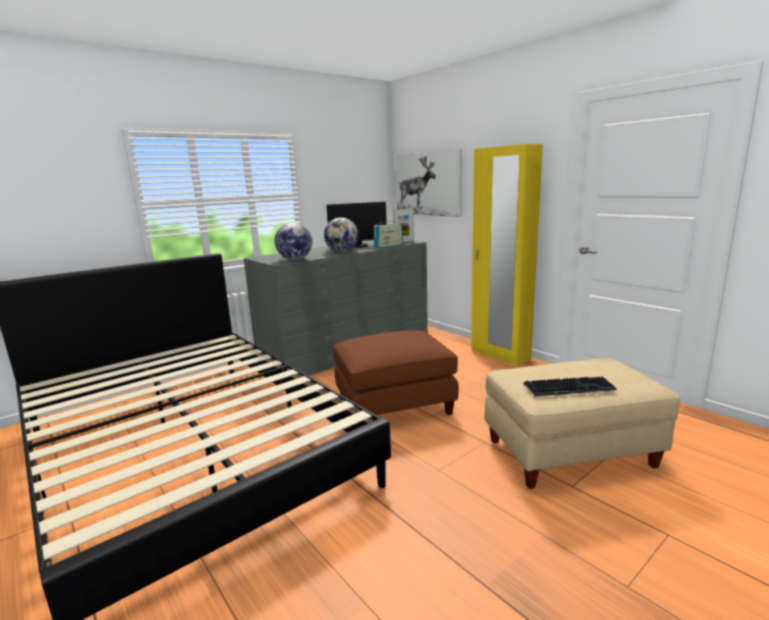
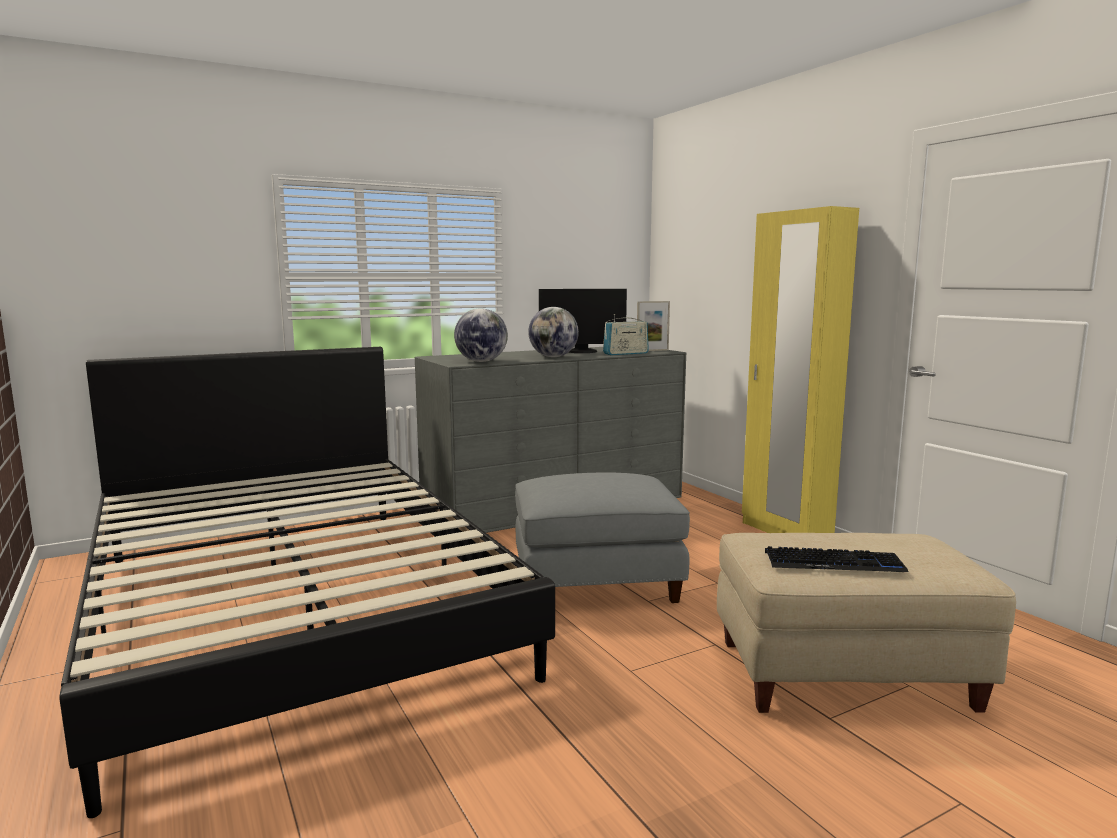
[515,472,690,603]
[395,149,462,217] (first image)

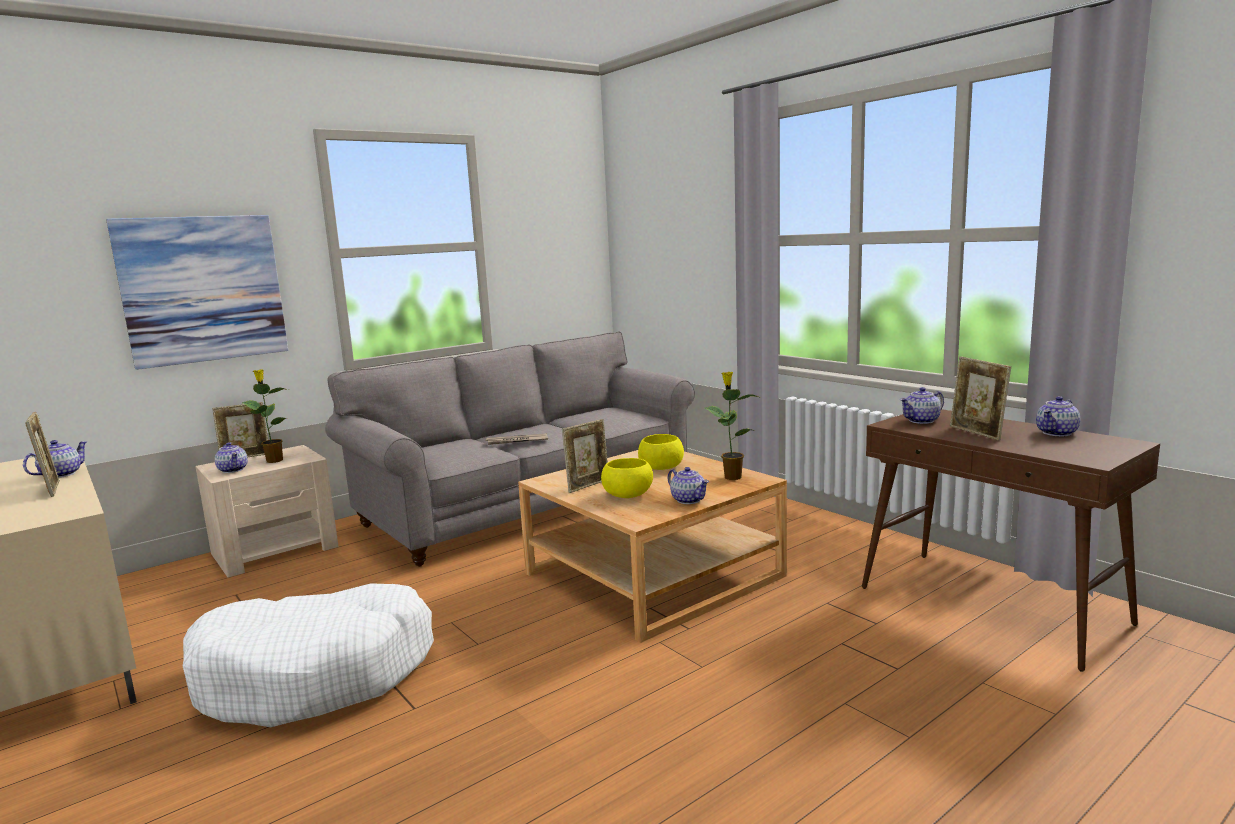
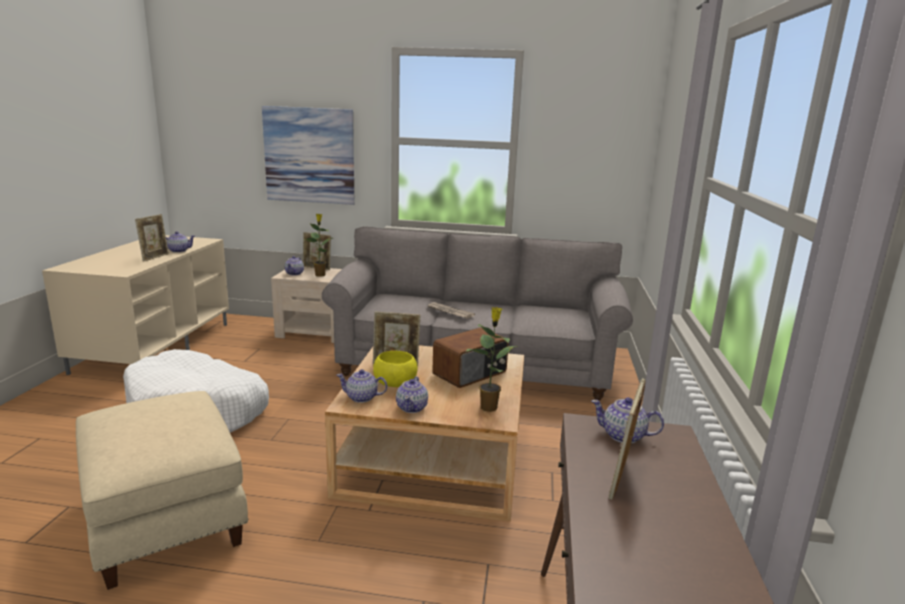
[432,328,509,388]
[336,369,387,403]
[76,391,248,590]

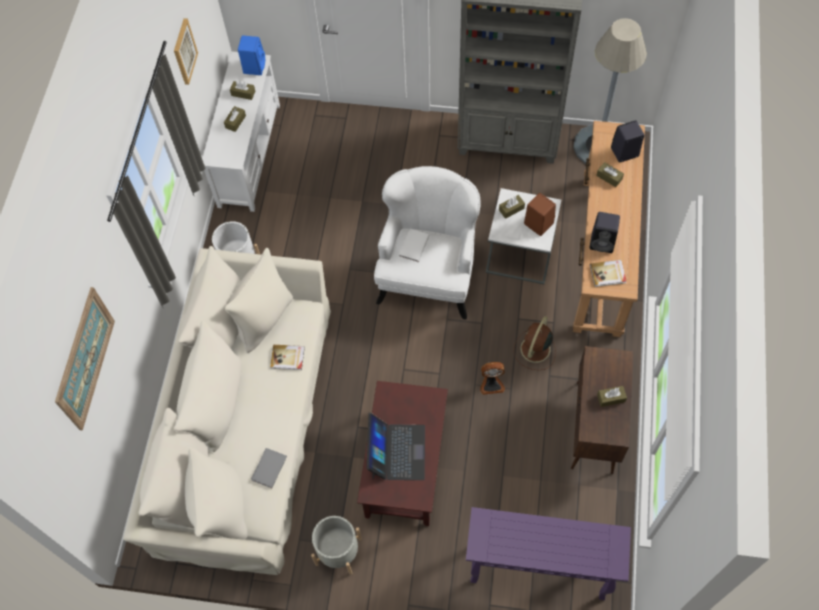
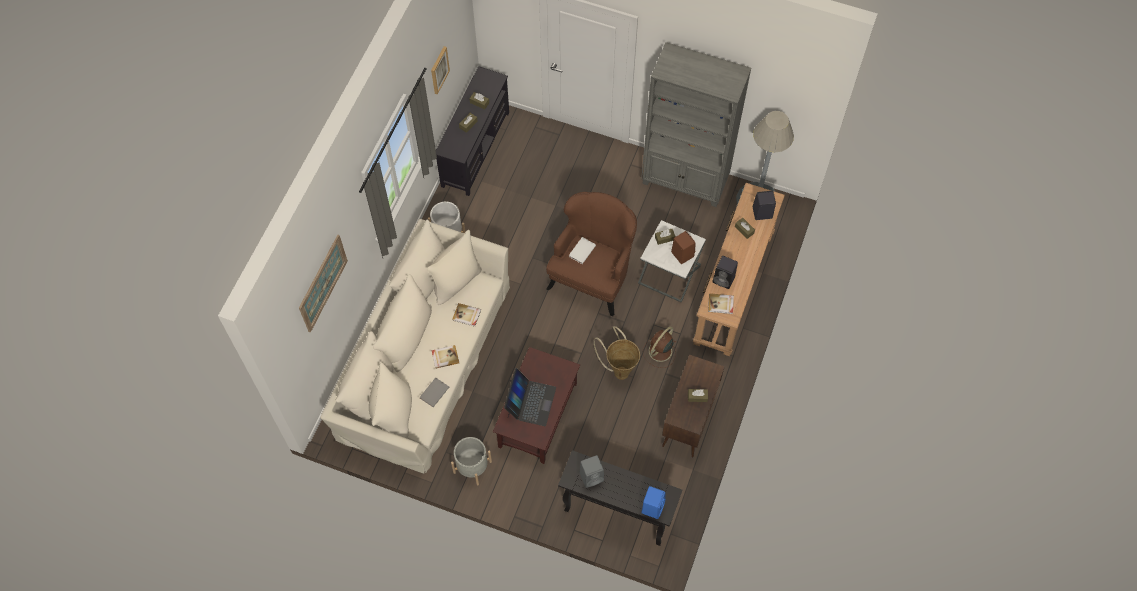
[436,66,509,196]
[641,486,666,519]
[546,192,637,316]
[558,450,682,546]
[594,326,640,380]
[431,345,459,369]
[580,455,604,488]

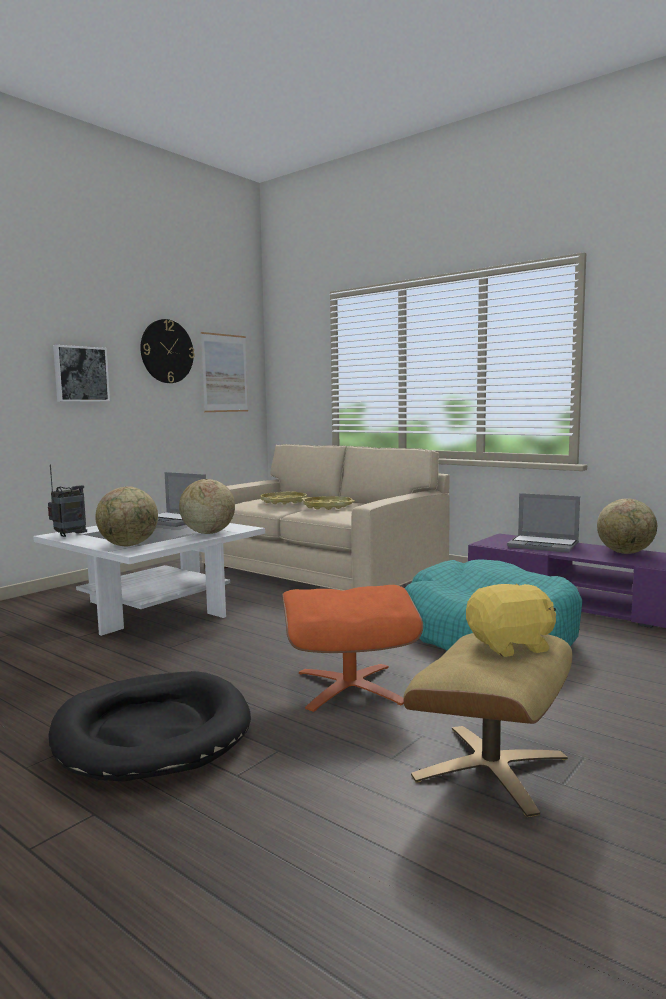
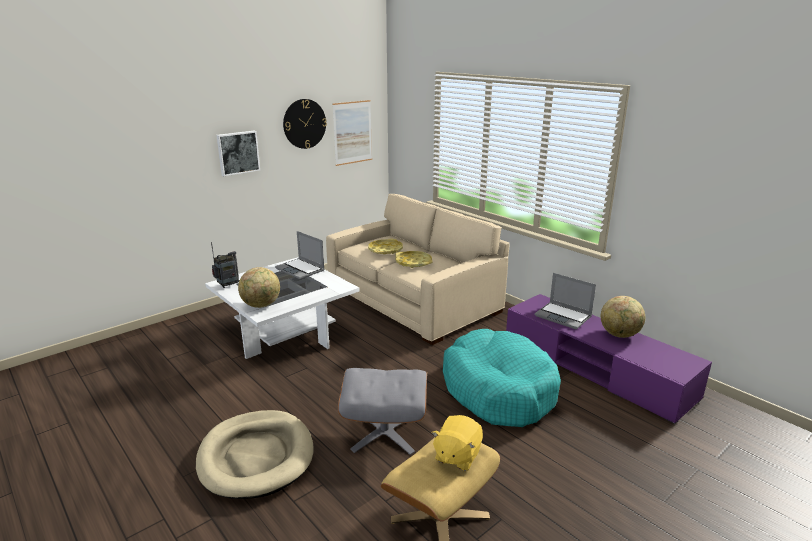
[196,410,313,499]
[179,479,235,534] (first image)
[338,368,427,455]
[431,415,483,471]

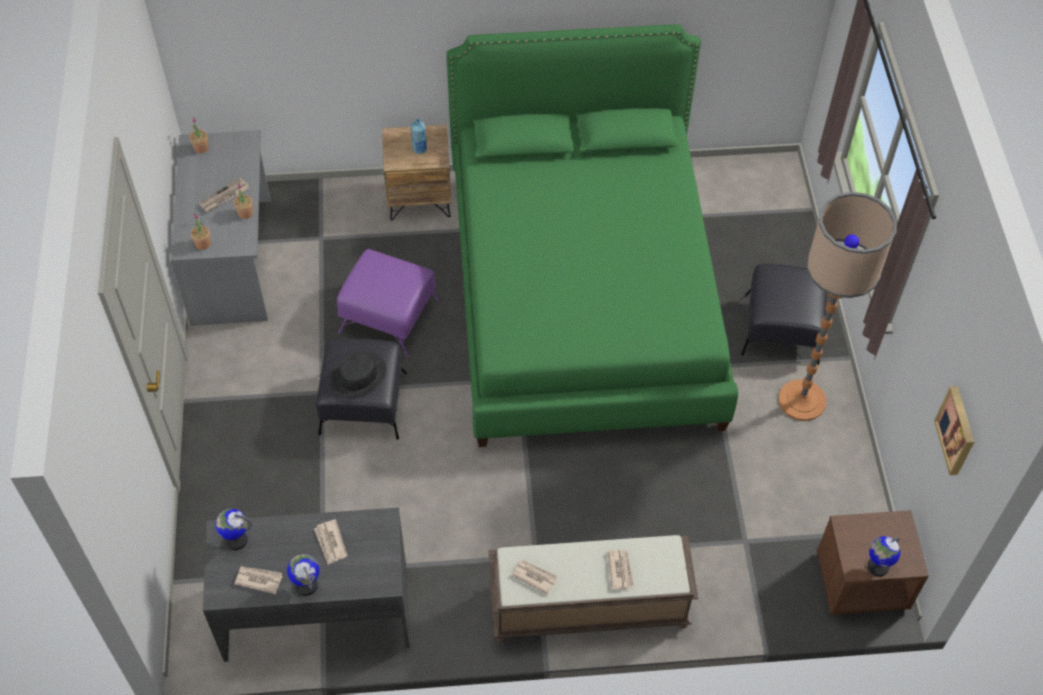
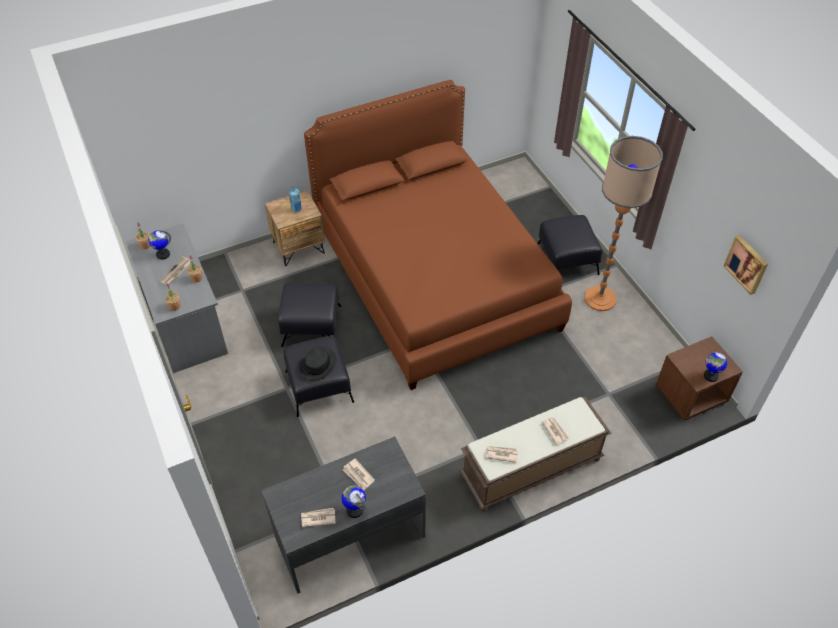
[148,230,171,260]
[278,283,341,347]
[304,80,572,390]

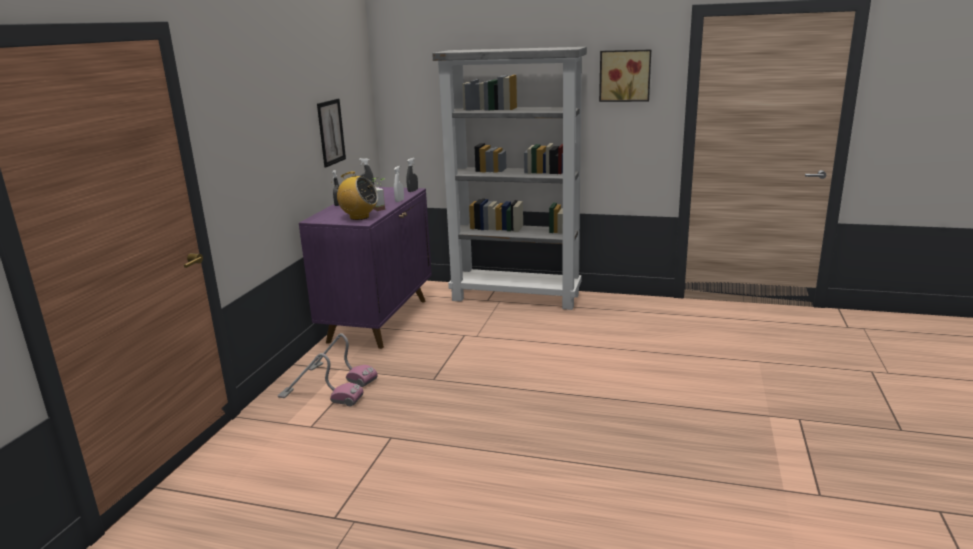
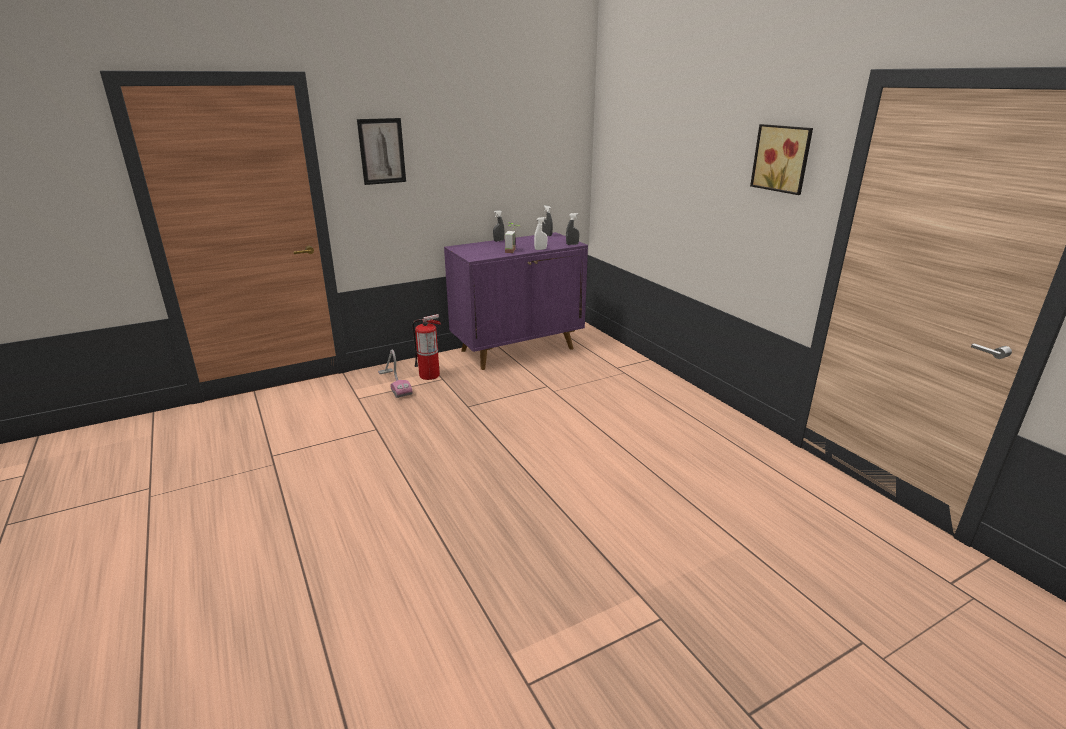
[412,314,441,380]
[357,118,406,185]
[332,172,378,220] (first image)
[432,47,587,310] (first image)

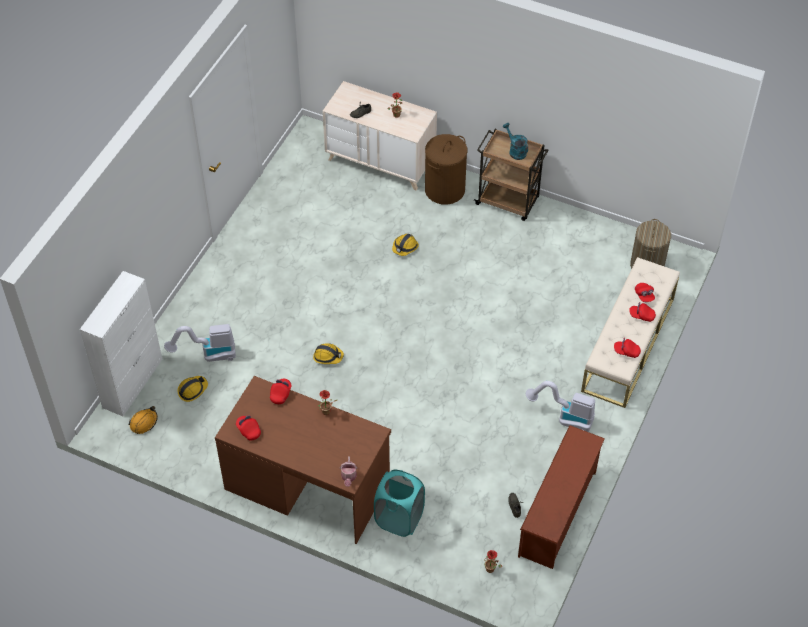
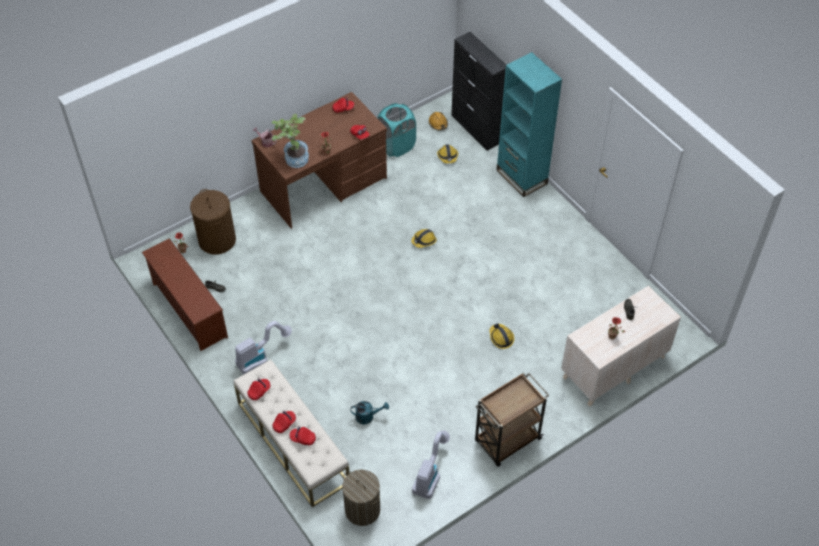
[451,32,506,151]
[412,431,450,499]
[378,103,416,157]
[190,189,236,254]
[350,401,389,424]
[272,114,309,168]
[496,52,562,197]

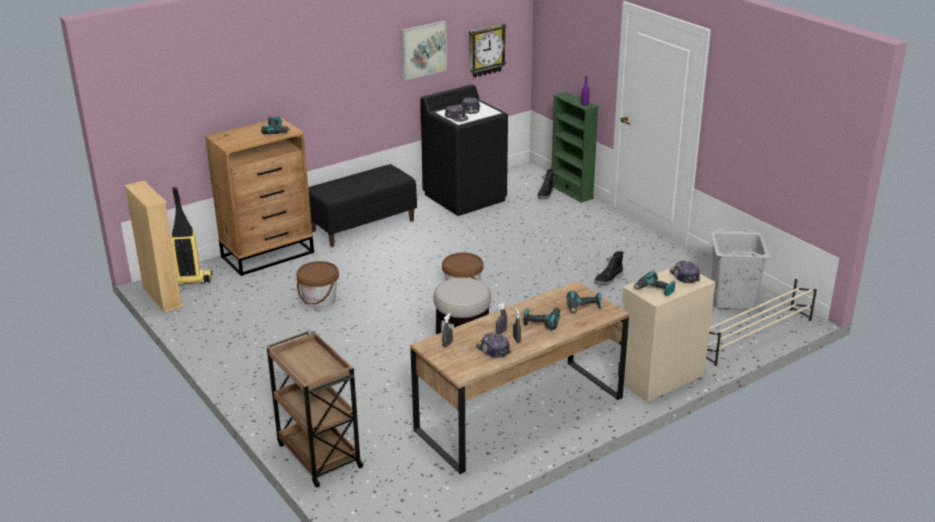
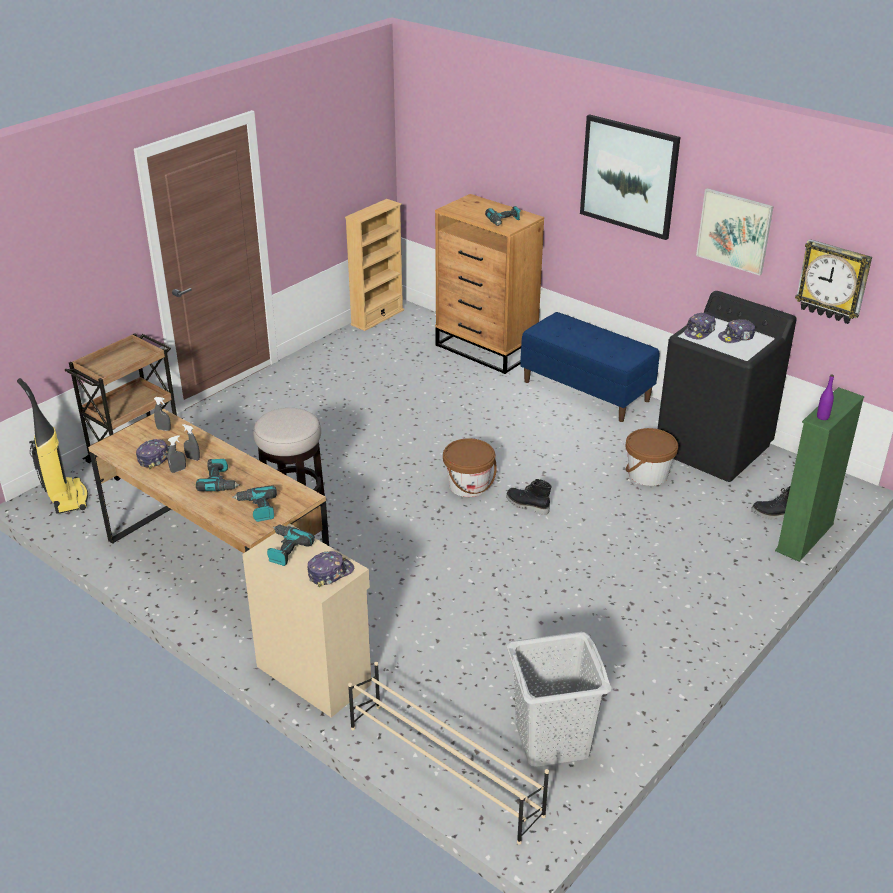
[17,378,88,514]
[625,428,678,486]
[520,312,659,422]
[506,479,552,515]
[580,114,680,240]

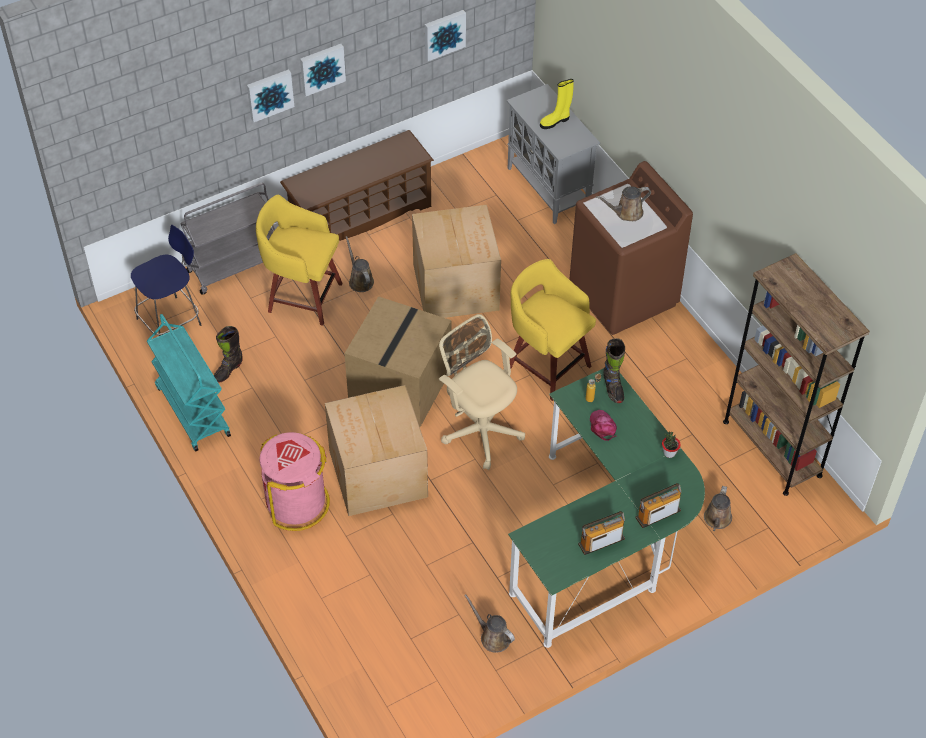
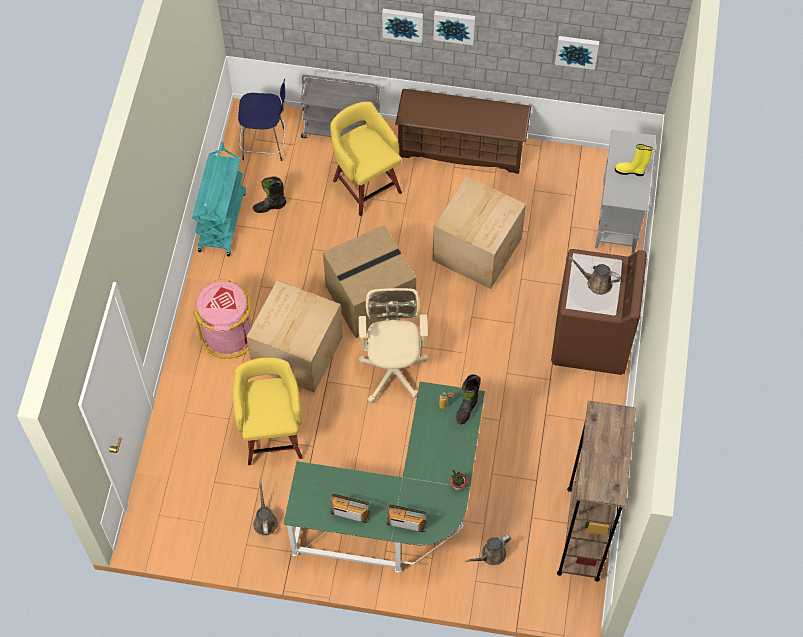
[346,236,374,292] (first image)
[233,358,303,465]
[590,410,617,441] (first image)

